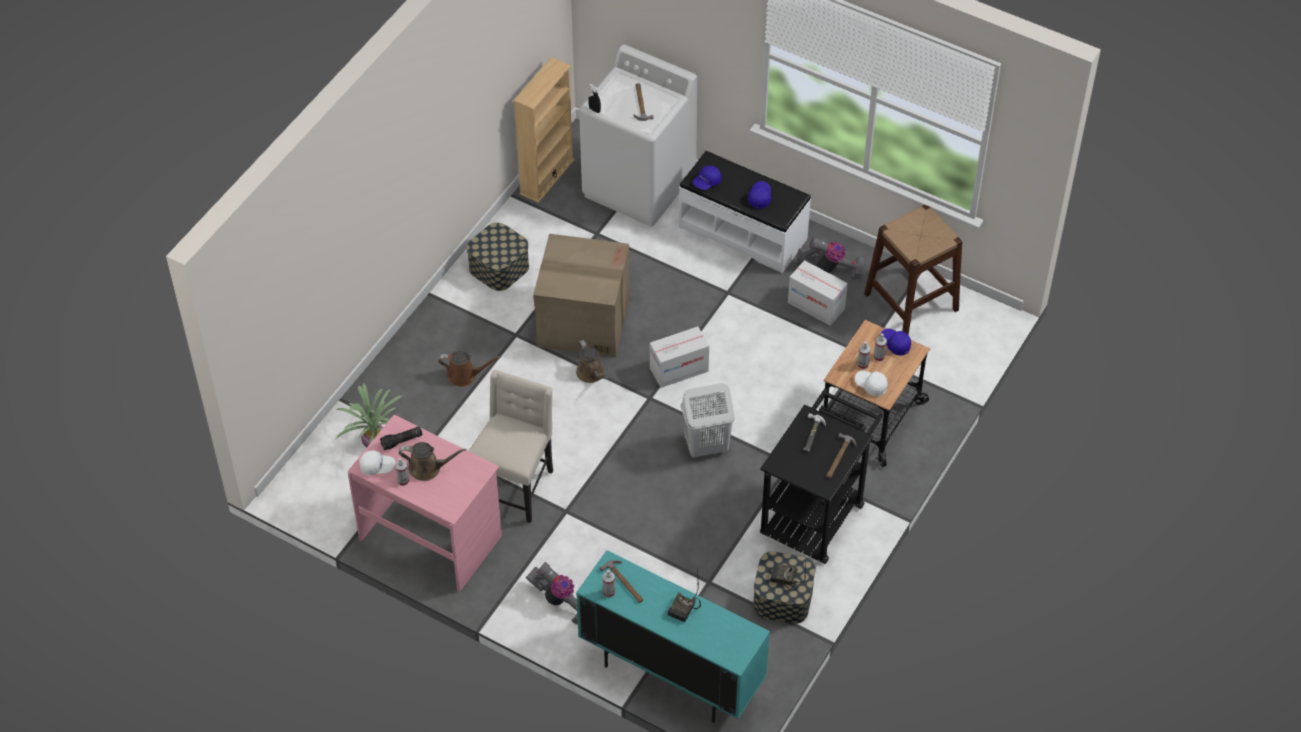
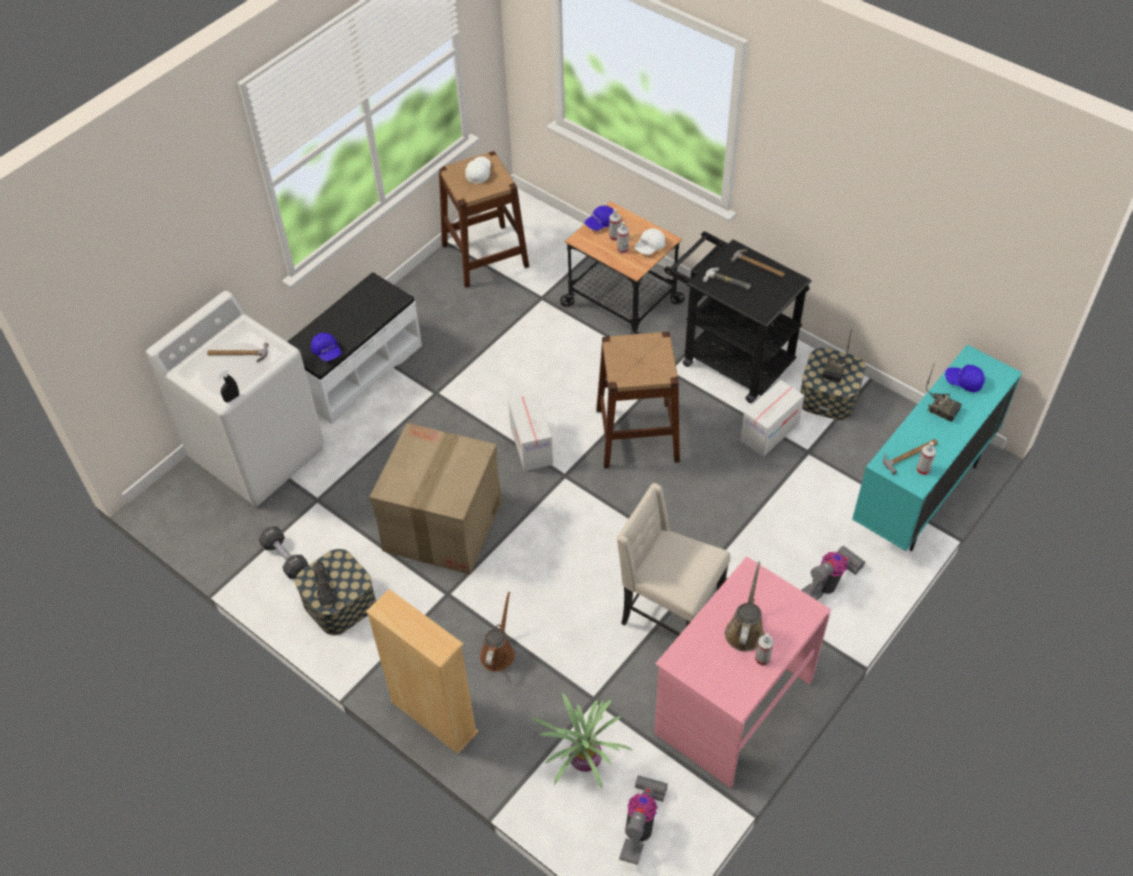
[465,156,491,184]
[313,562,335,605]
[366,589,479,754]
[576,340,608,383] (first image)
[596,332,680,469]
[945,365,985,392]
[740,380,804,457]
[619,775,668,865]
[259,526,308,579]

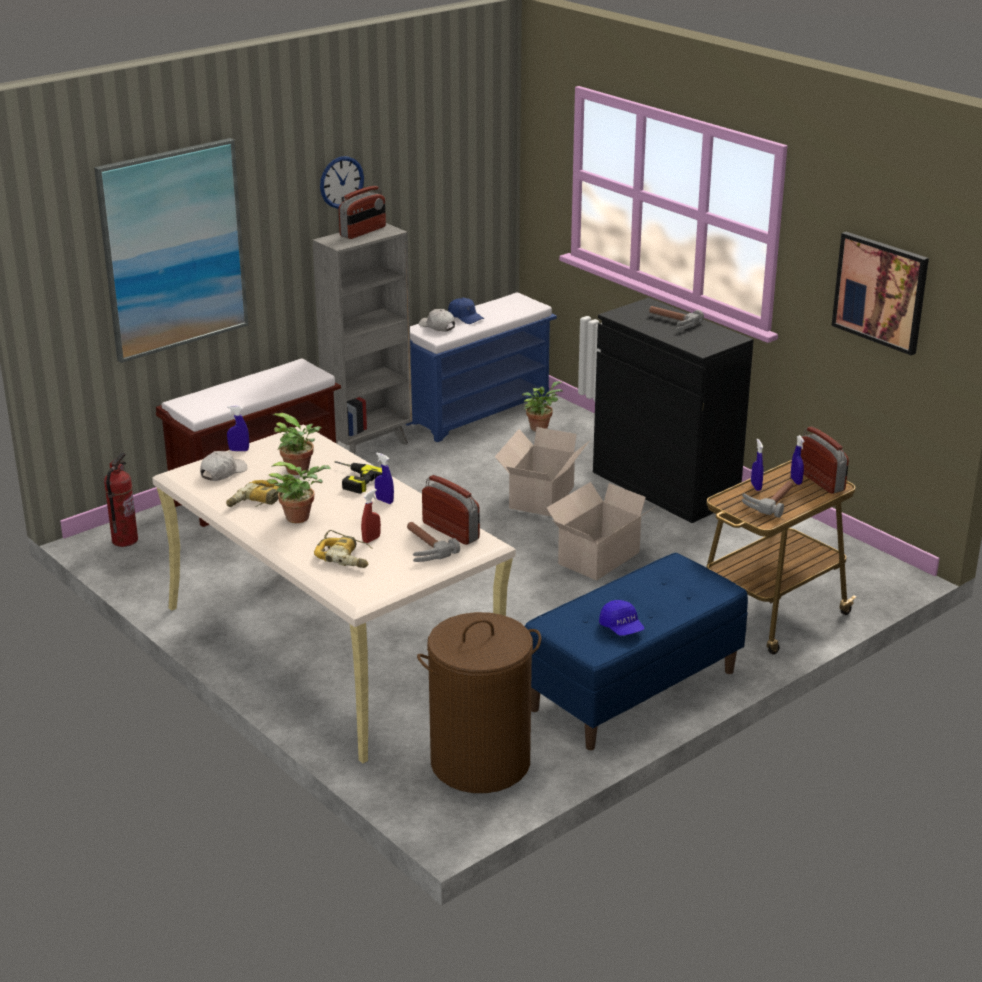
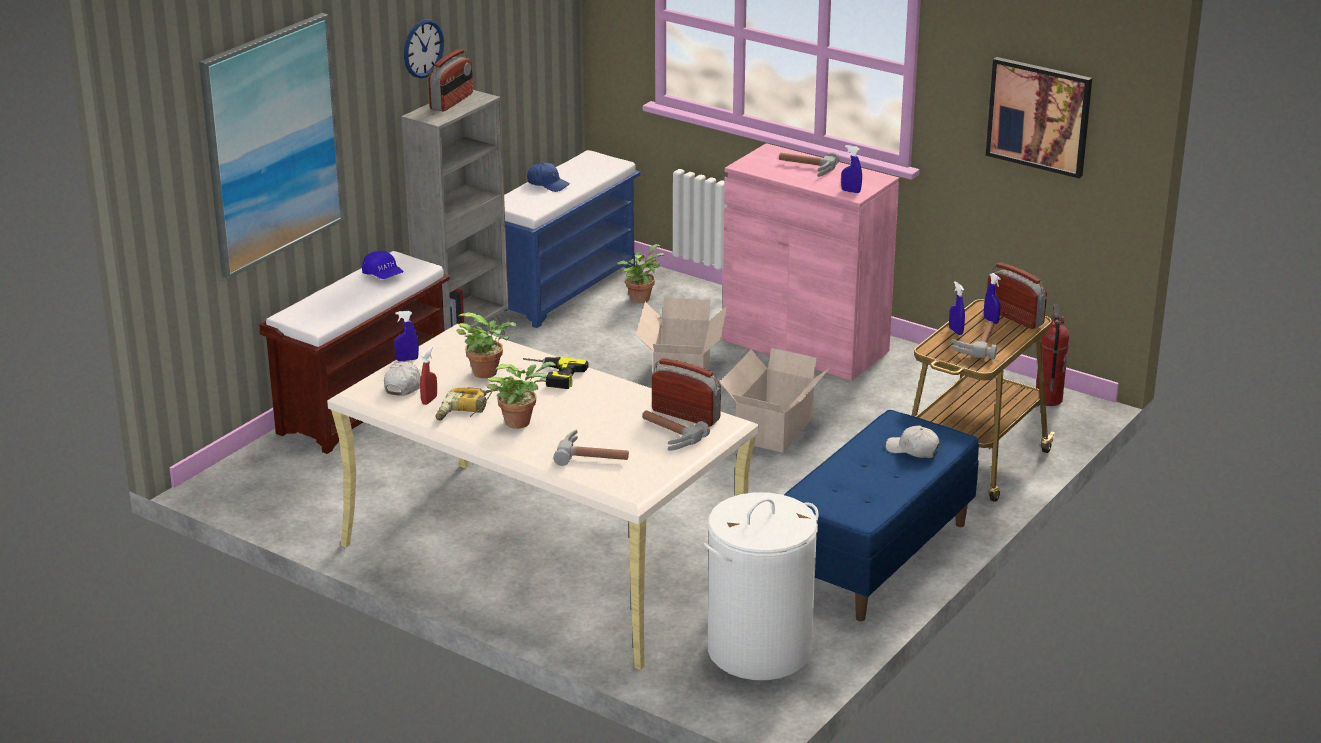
[1036,305,1069,406]
[553,429,629,466]
[420,347,437,405]
[841,145,862,193]
[704,492,819,680]
[886,425,940,458]
[722,143,899,381]
[362,251,404,279]

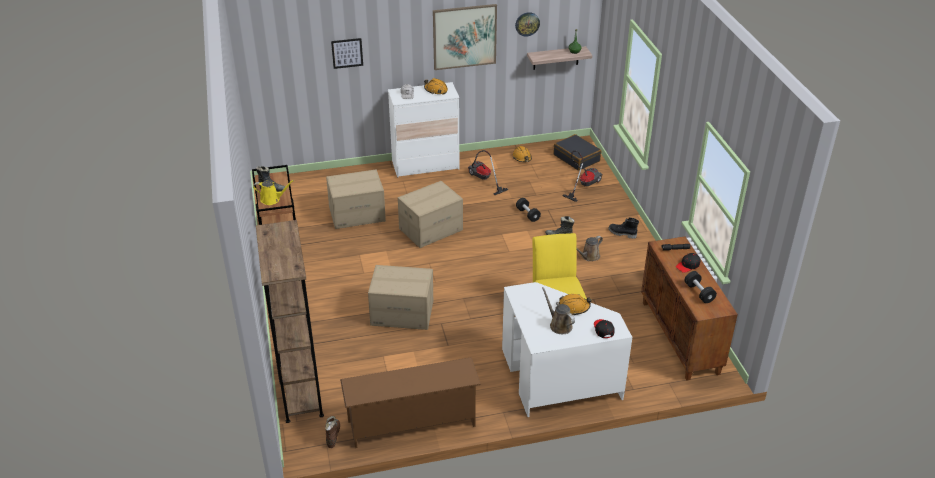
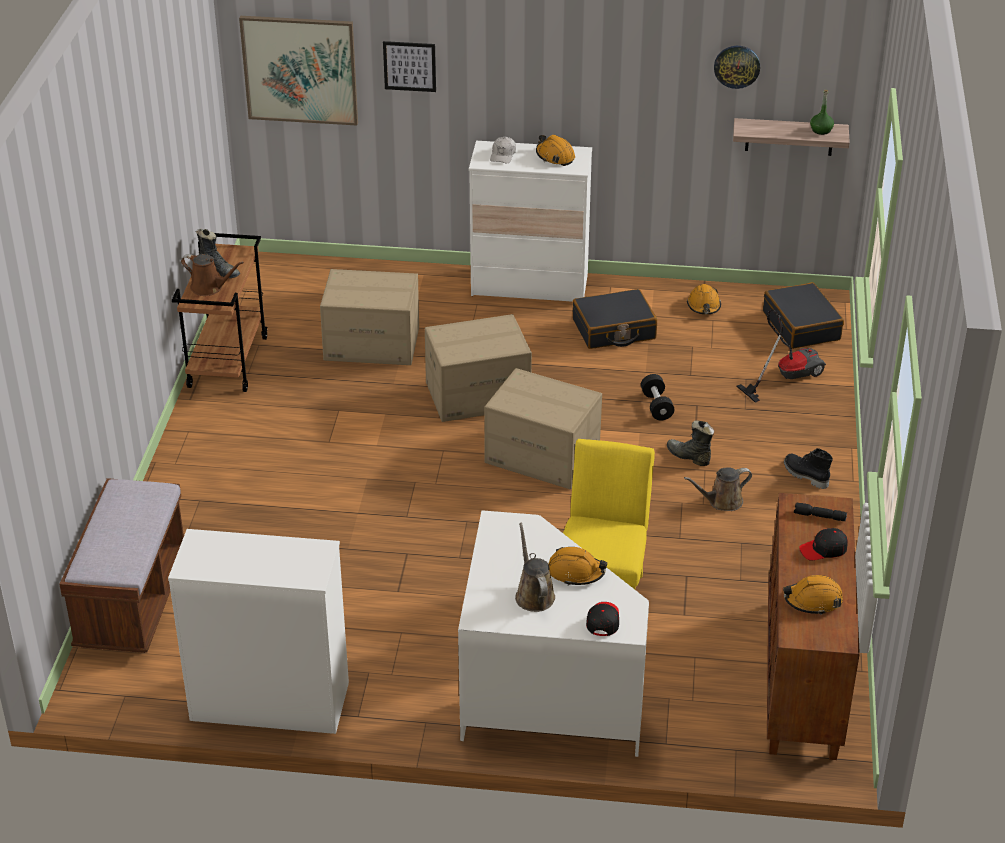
[181,254,244,296]
[59,478,184,653]
[325,416,340,448] (first image)
[168,529,349,734]
[484,368,602,490]
[239,16,358,125]
[572,289,657,349]
[783,575,843,615]

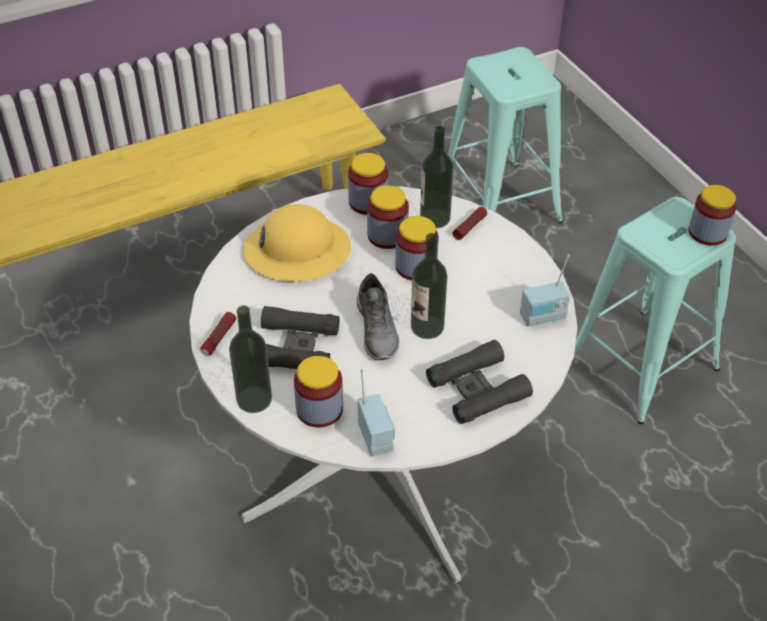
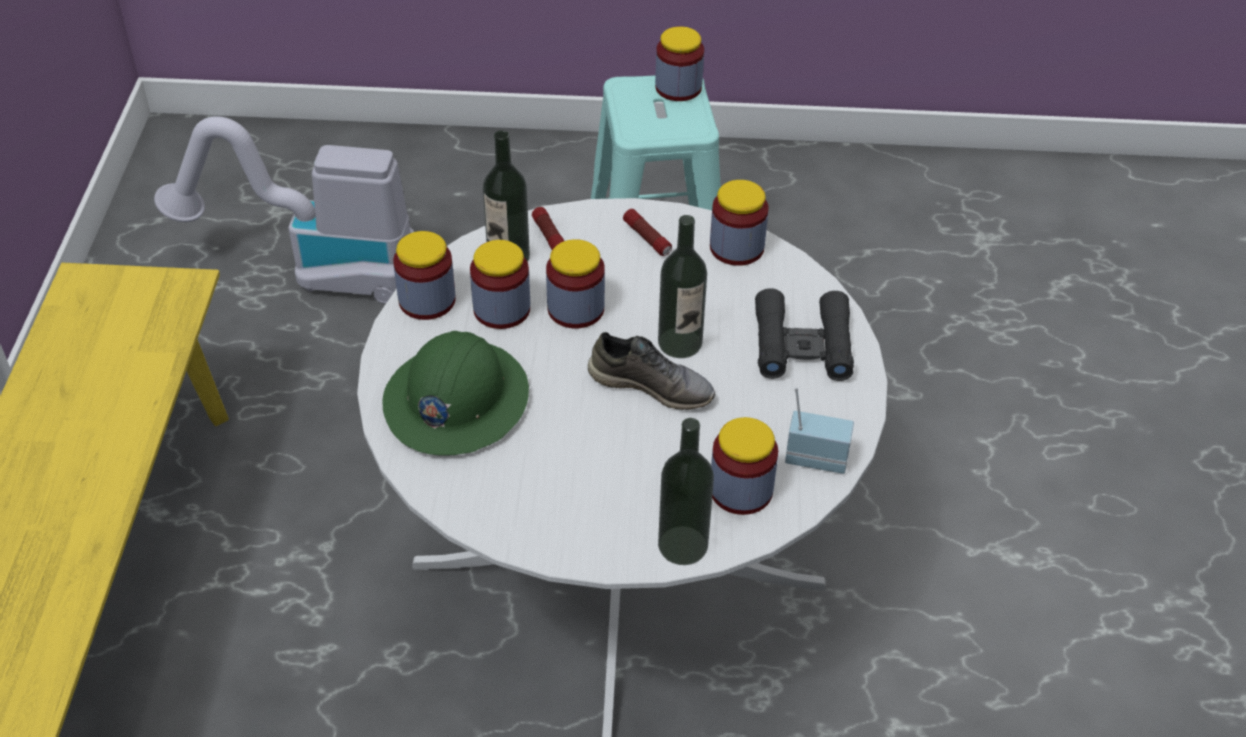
[623,209,672,256]
[383,331,529,455]
[261,306,339,369] (first image)
[154,116,414,304]
[710,180,769,266]

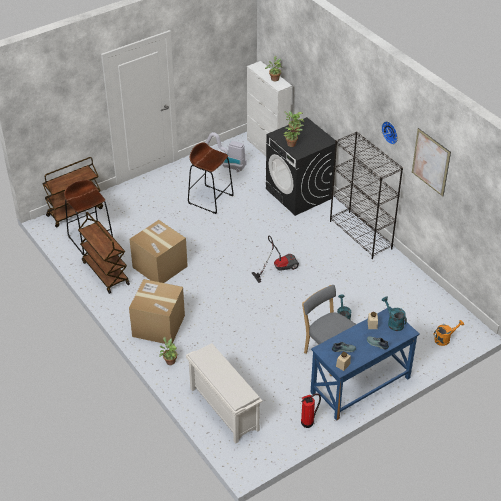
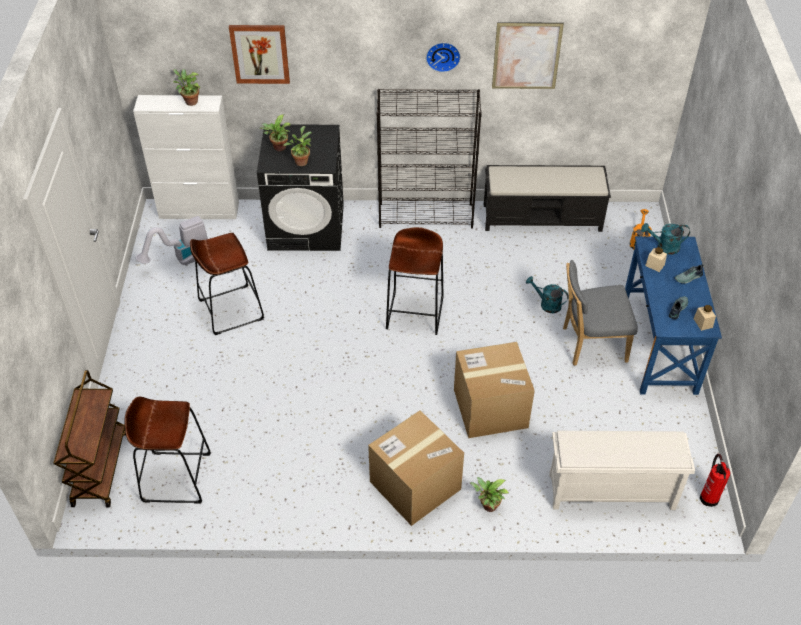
[78,212,130,294] (first image)
[454,342,535,438]
[386,227,443,335]
[700,453,730,507]
[229,25,290,84]
[484,165,611,232]

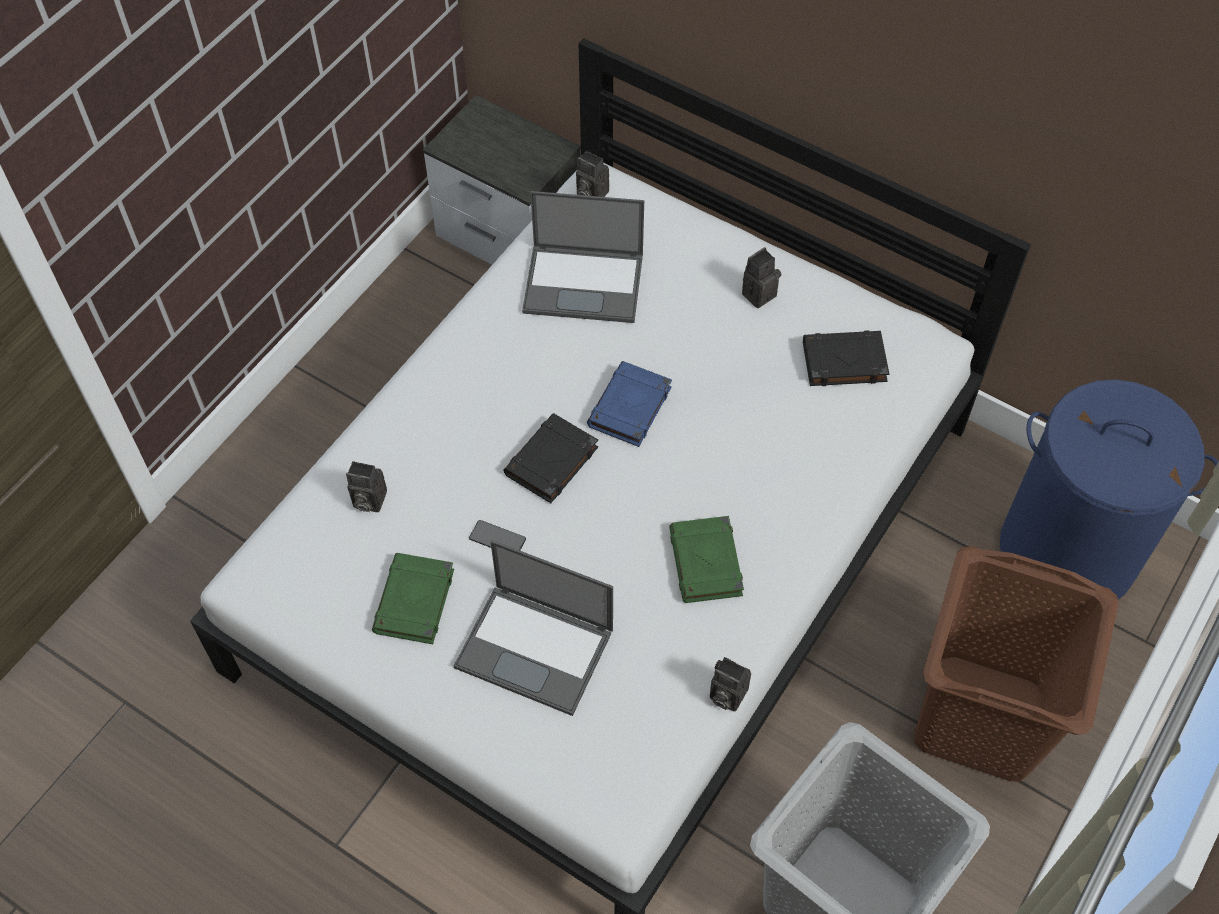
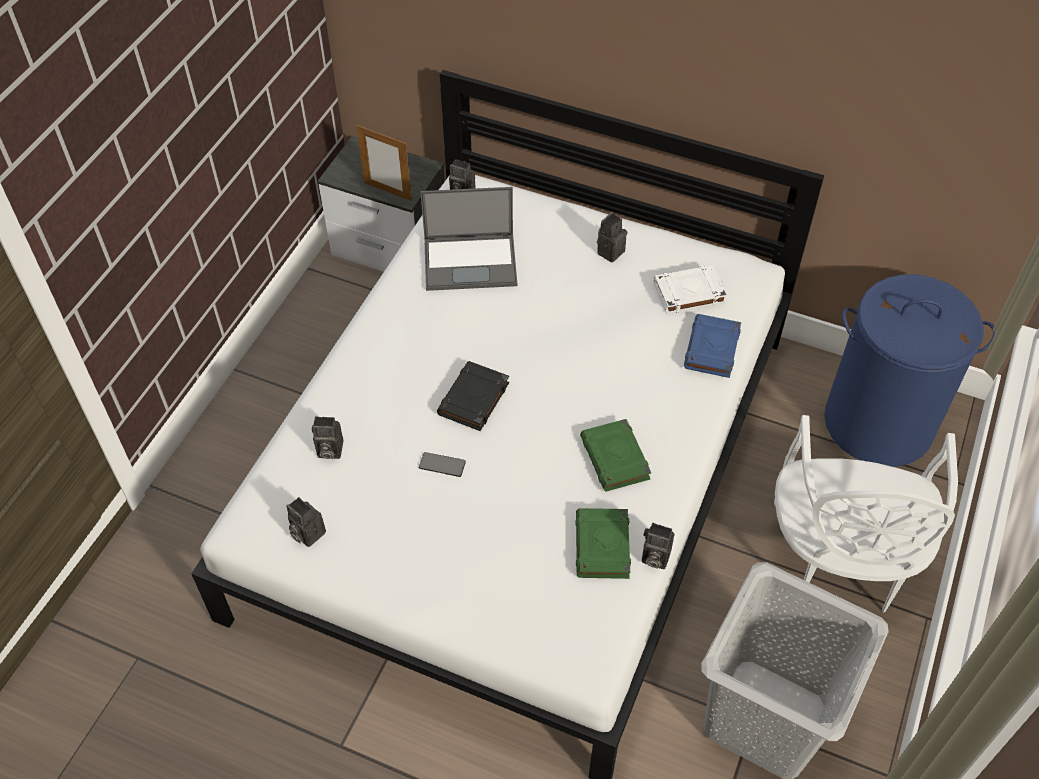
[575,508,631,579]
[454,540,613,716] (first image)
[684,314,741,378]
[653,265,727,314]
[774,415,958,613]
[287,497,326,547]
[356,125,412,201]

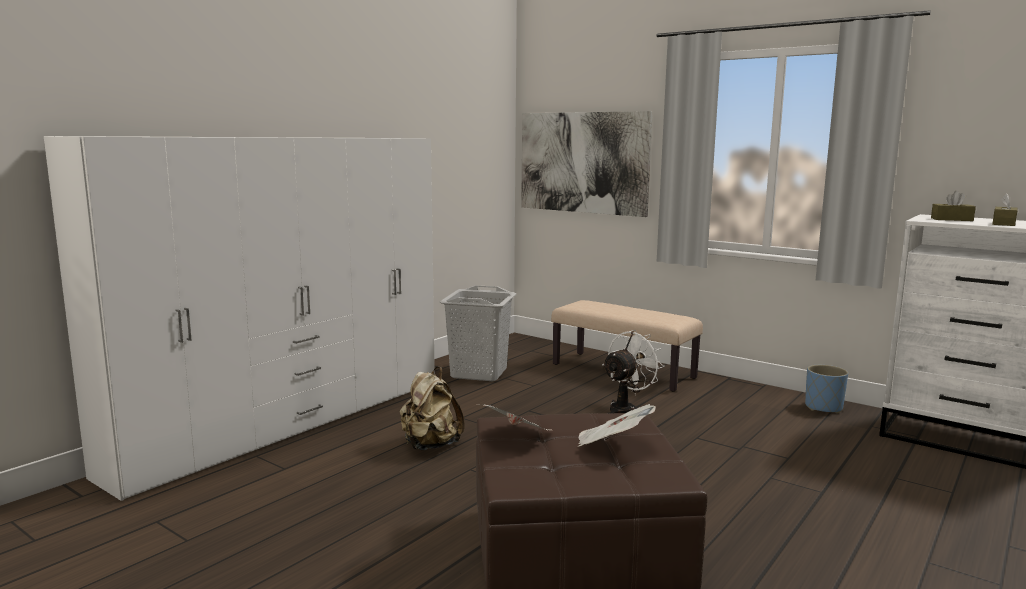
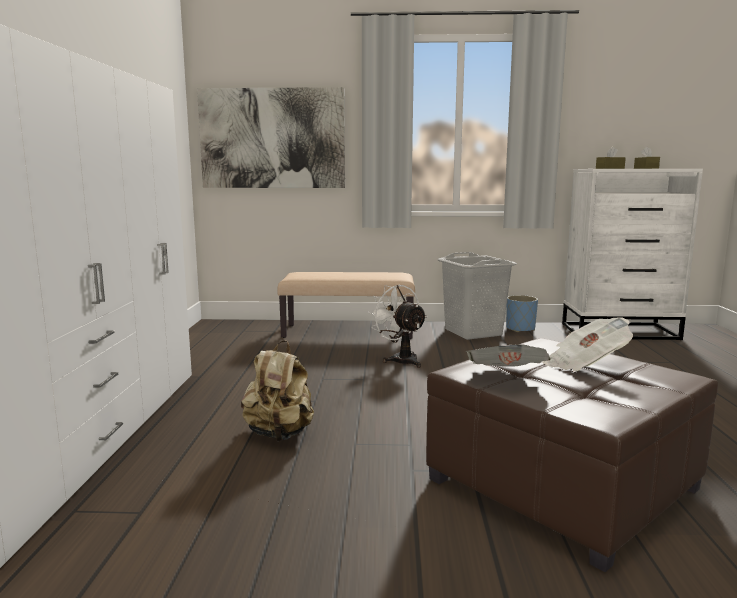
[437,252,517,340]
[368,284,427,368]

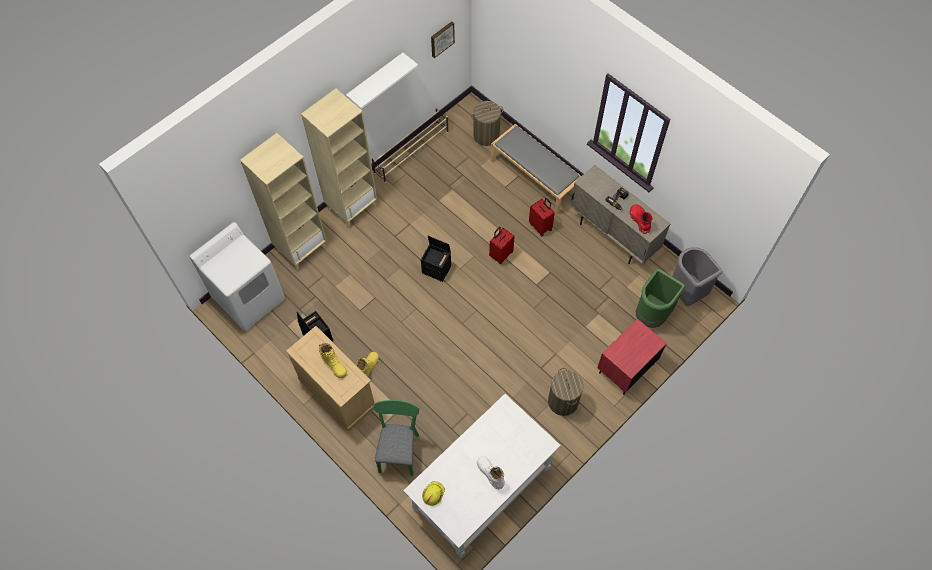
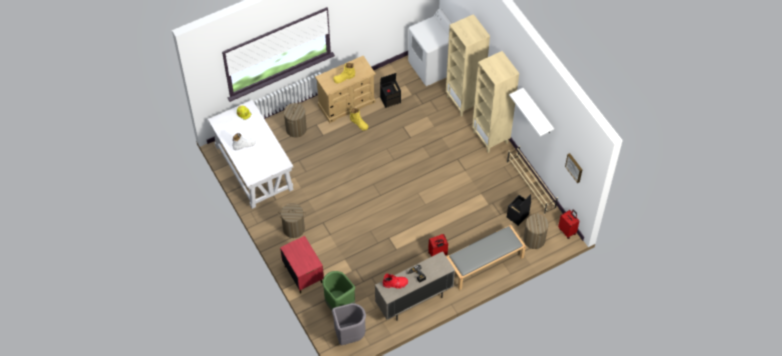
[284,102,307,138]
[507,194,531,226]
[558,209,580,239]

